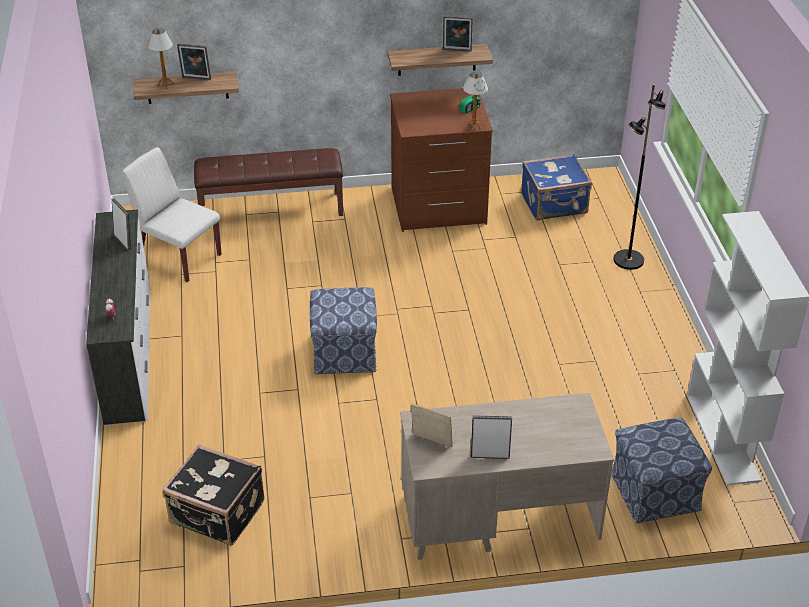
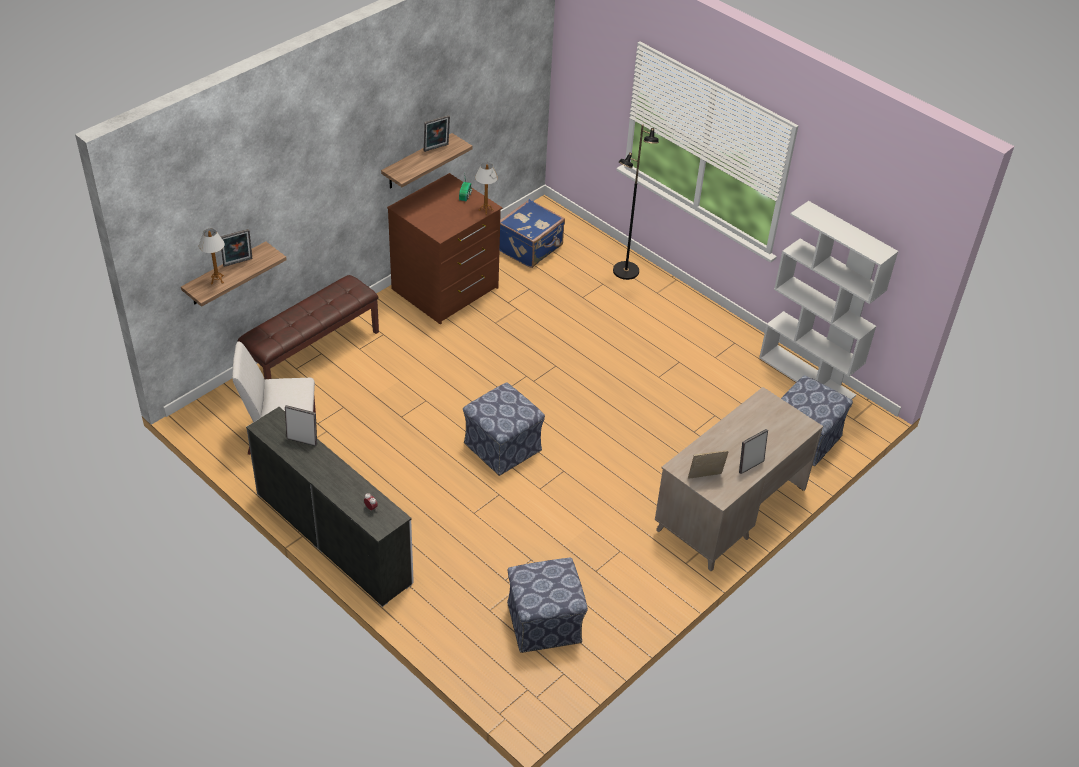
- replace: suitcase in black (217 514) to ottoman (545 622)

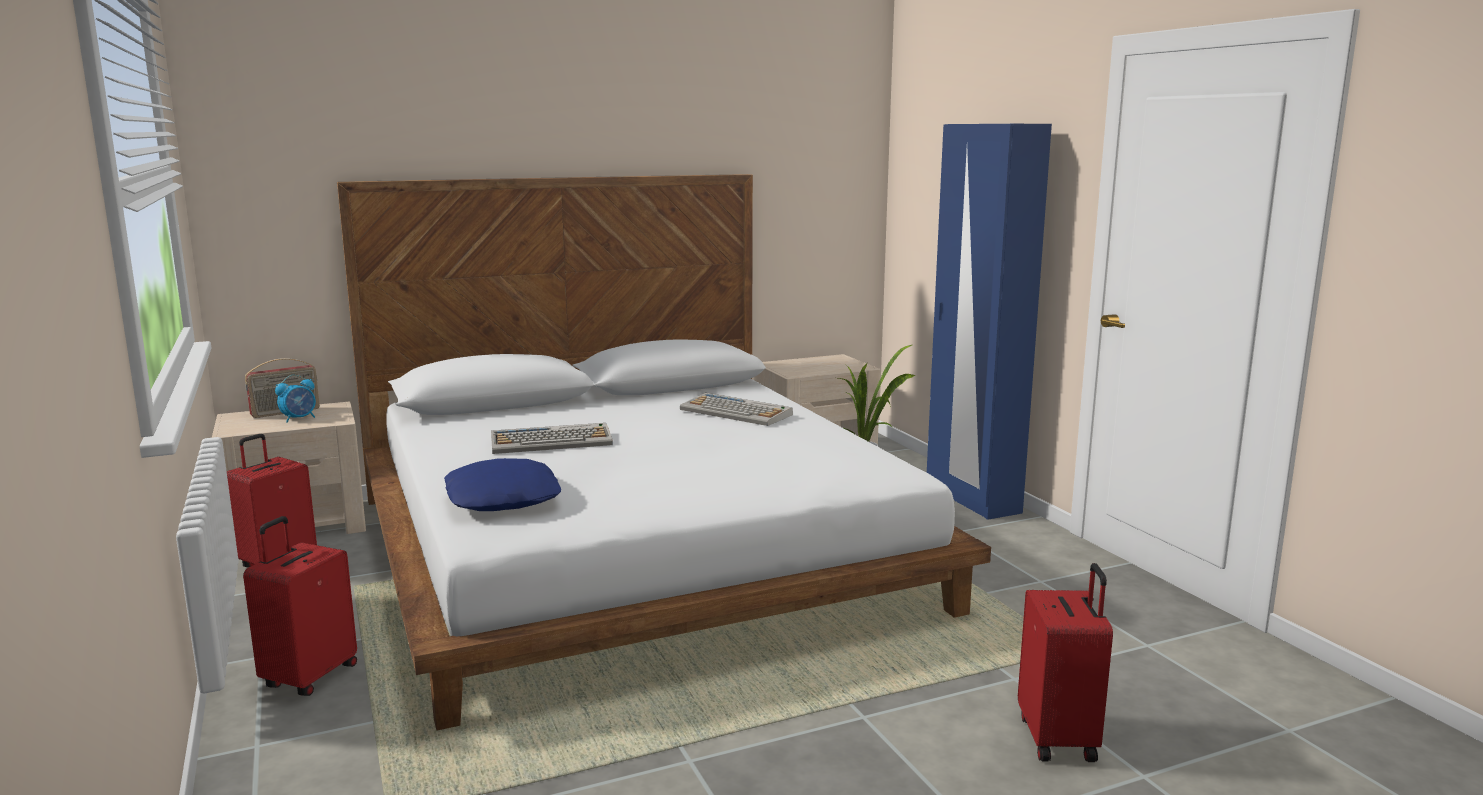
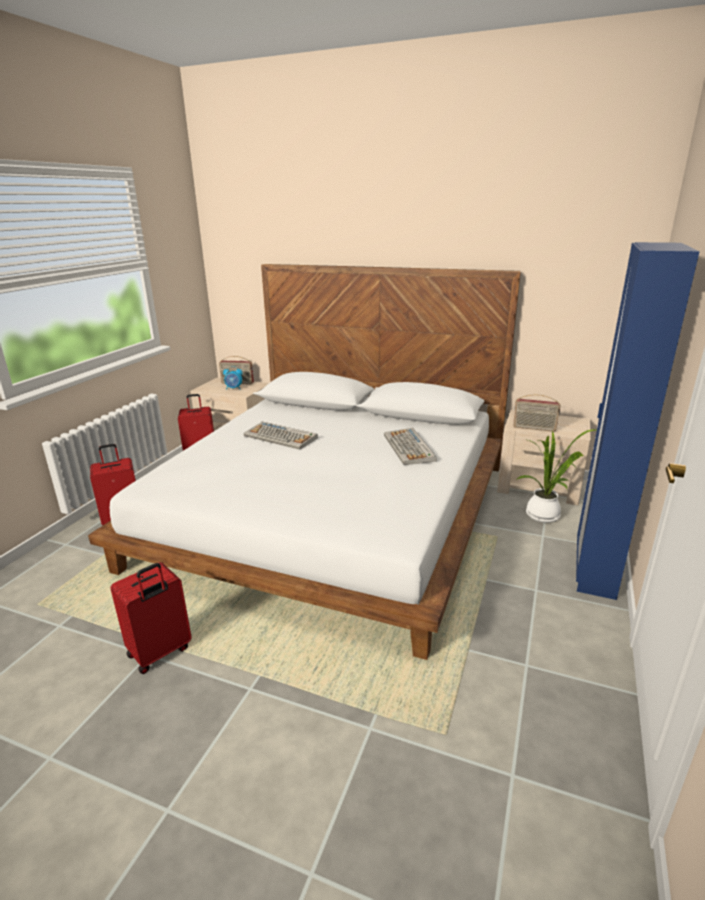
- delete: pillow in blue (504 498)
- move: suitcase in red (1059 738) to (160 652)
- insert: radio (534 428)

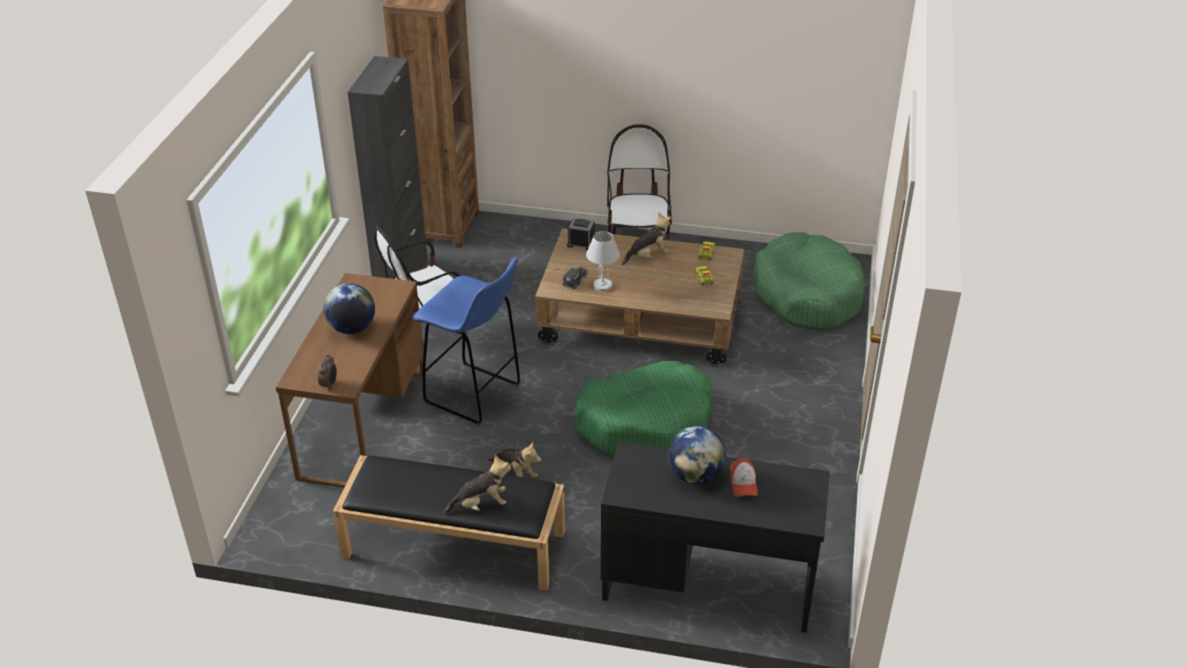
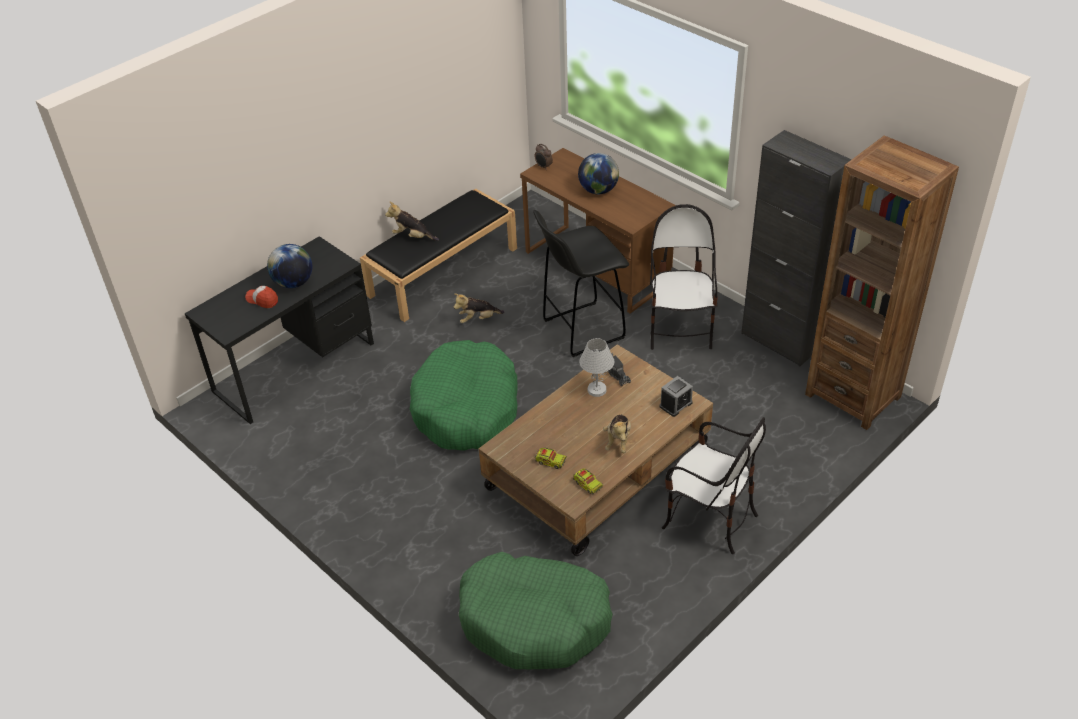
- recolor: stool in blue (475 395) to stool in black (581 330)
- rotate: plush toy (481 505) = (412 237) 90 degrees clockwise

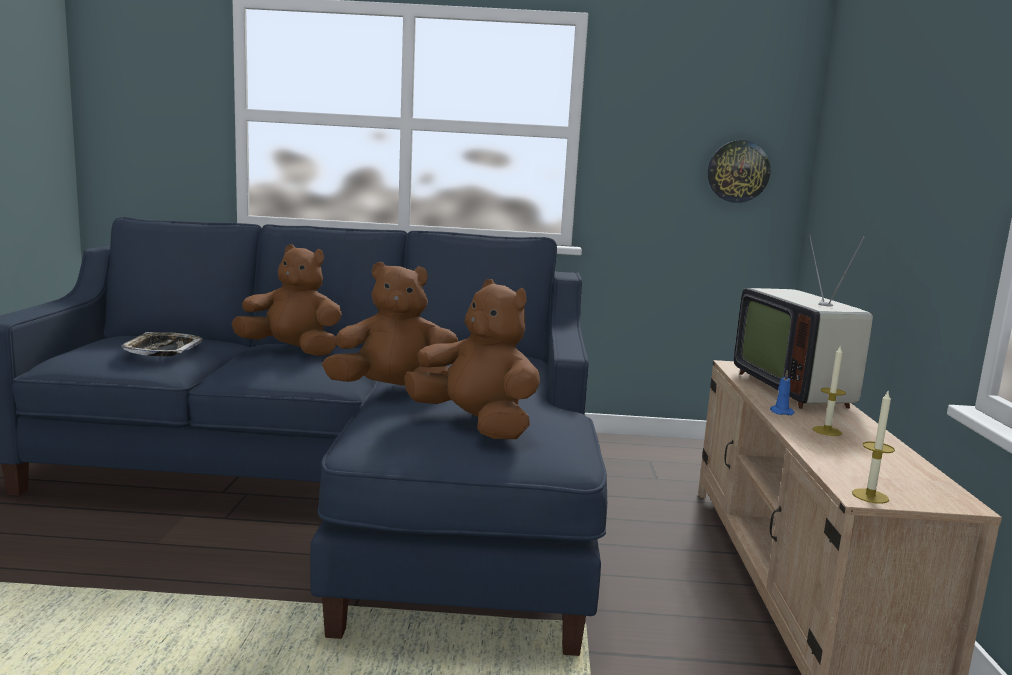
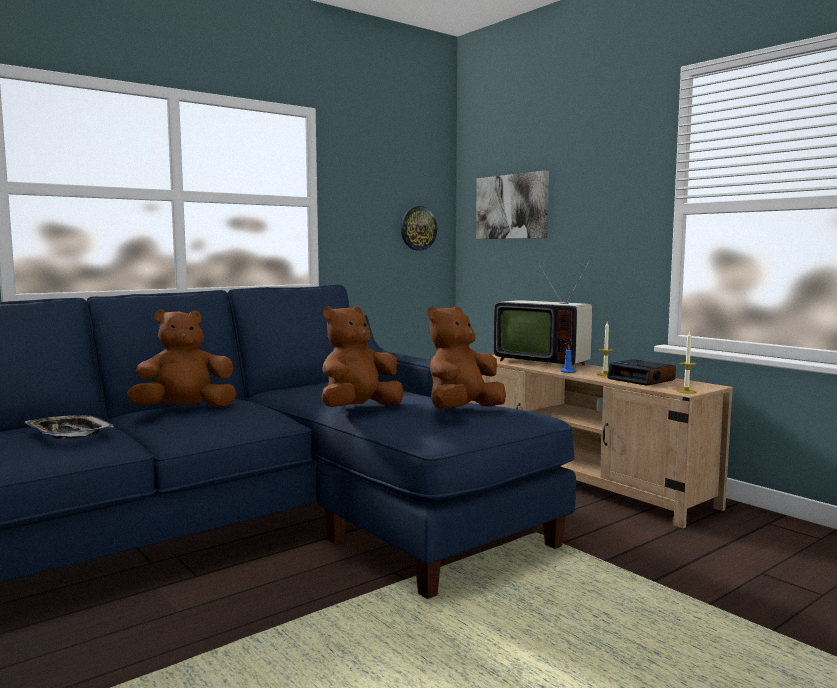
- rotate: plush toy in brown (476 425) = (462 411) 45 degrees counterclockwise
- insert: picture (512 206)
- insert: alarm clock (642 379)

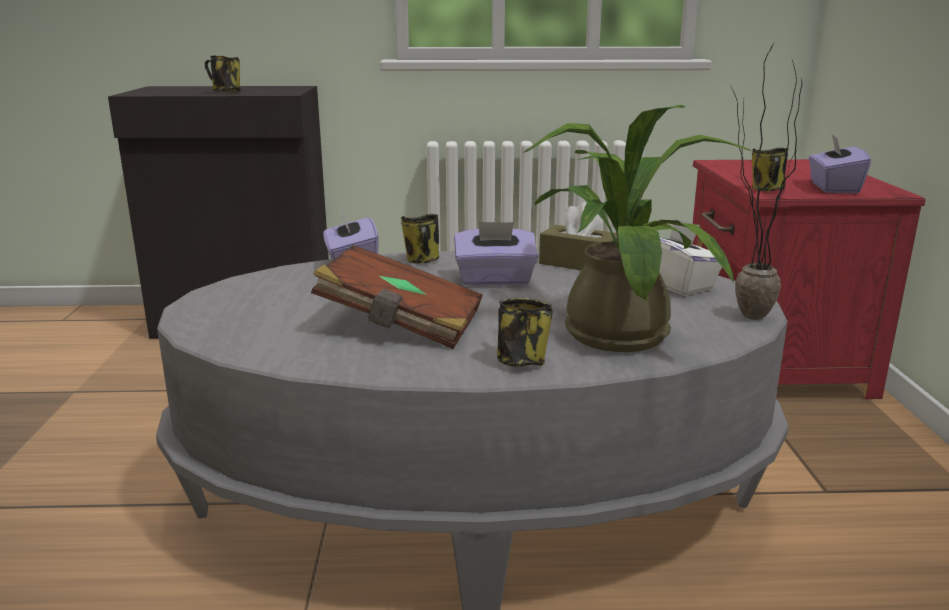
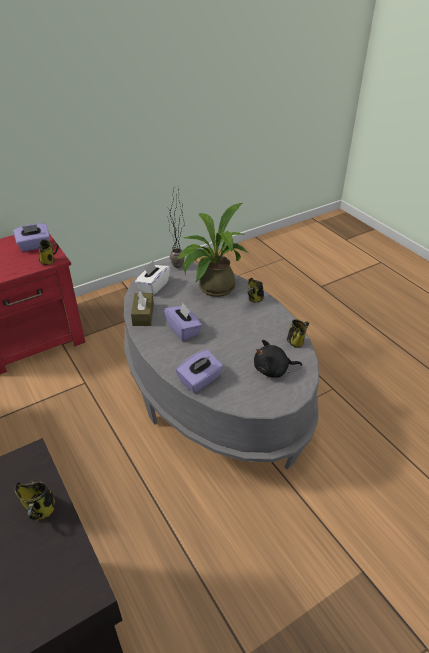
- move: mug (423 261) to (296 342)
- delete: book in brown (400 325)
- insert: plush toy in black (273 370)

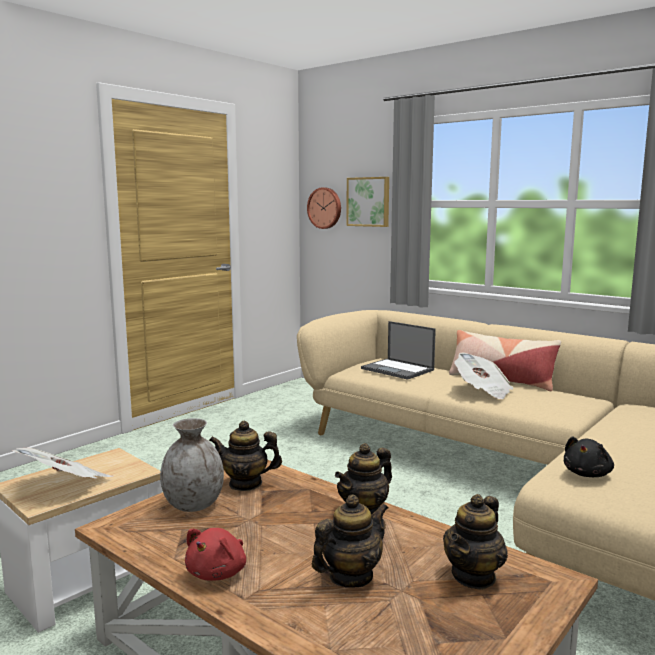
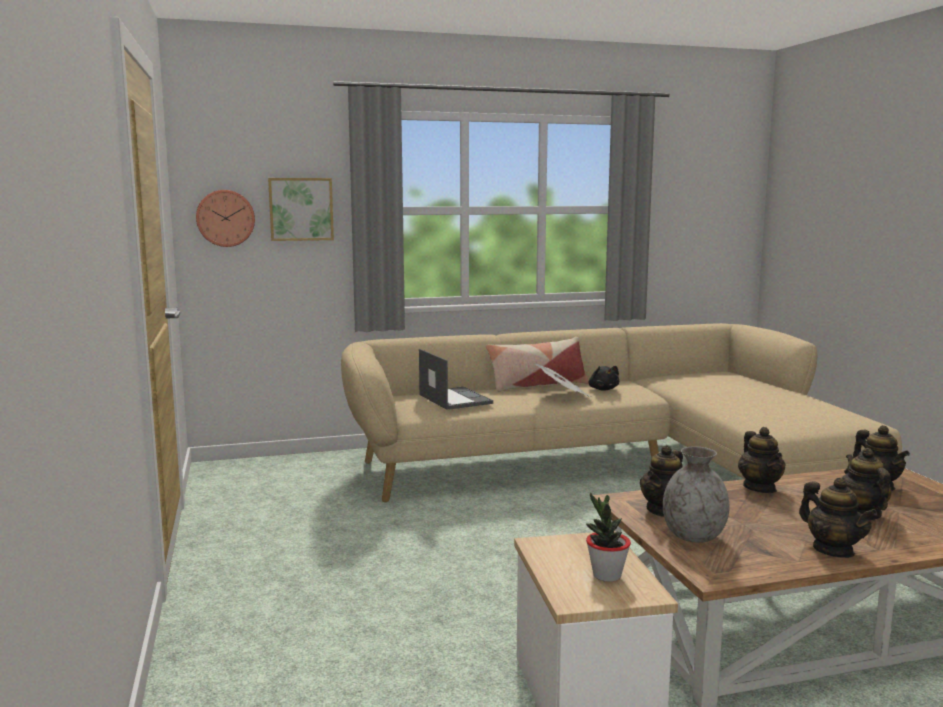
- rotate: laptop (398 369) = (454 399) 105 degrees counterclockwise
- move: plush toy in black (587 474) to (603 389)
- replace: newspaper (66 485) to potted plant (606 575)
- replace: plush toy in red (218 572) to teapot (833 550)

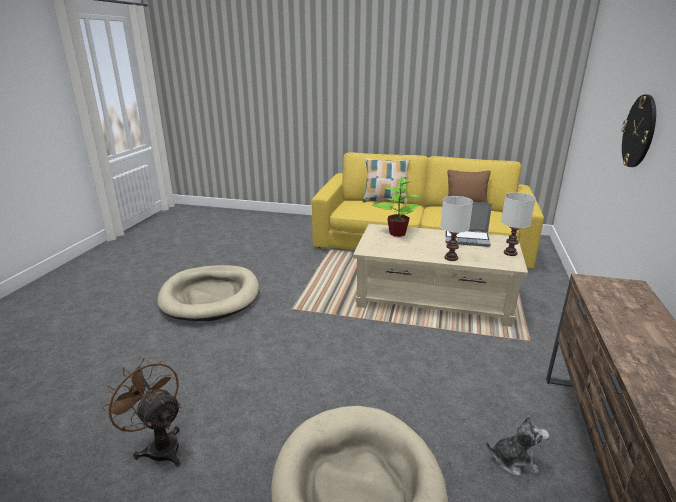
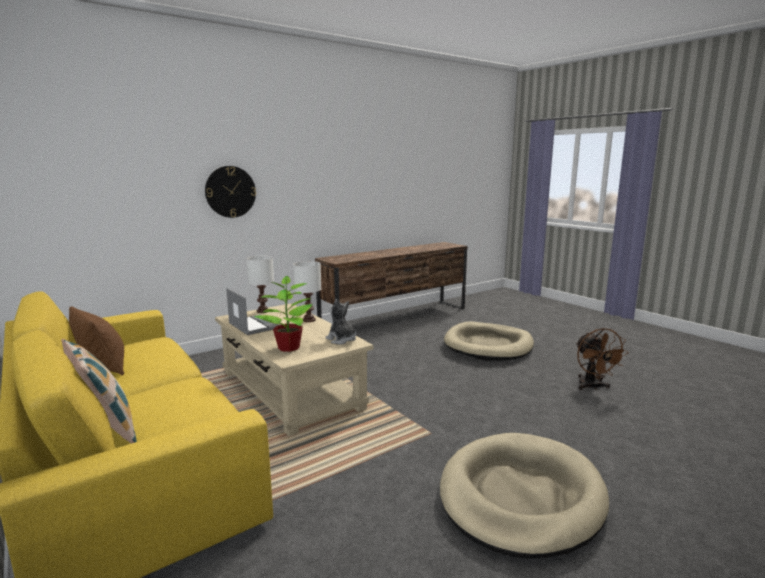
- move: plush toy (513 460) to (341 340)

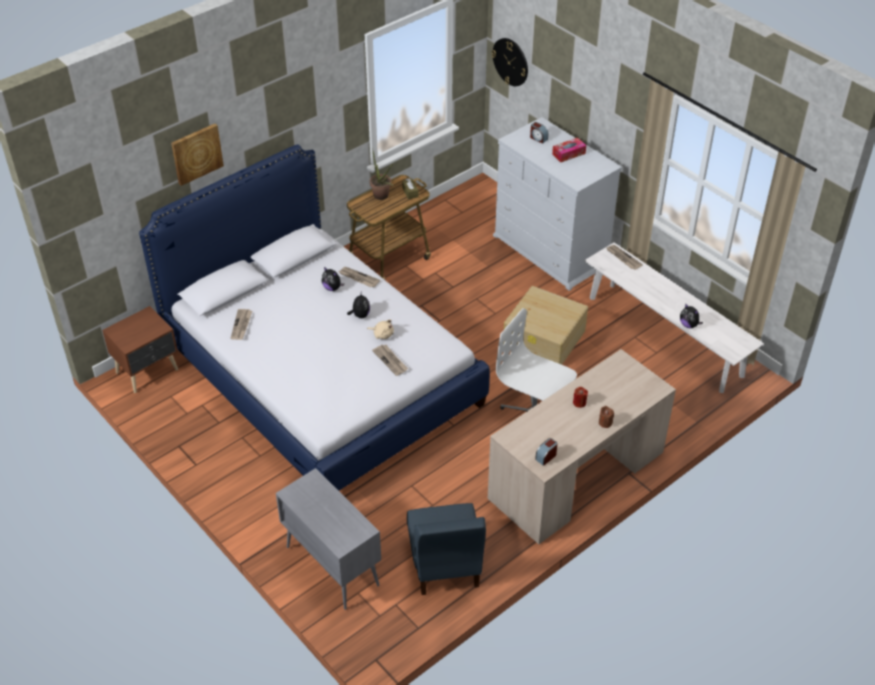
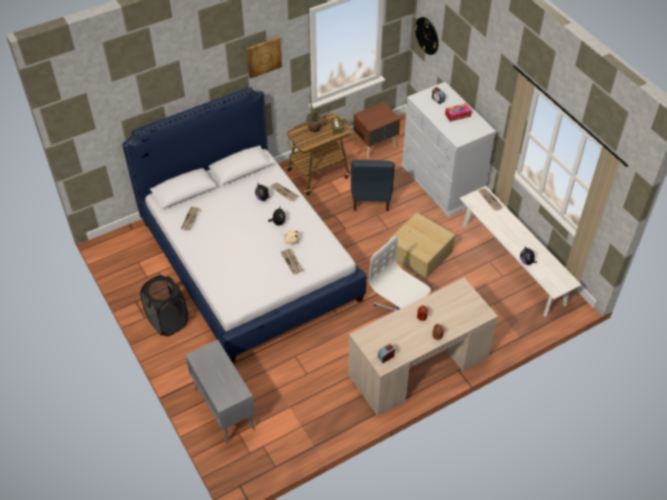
- move: picture (196 153) to (263 56)
- move: nightstand in brown (148 371) to (376 146)
- move: chair in blue (445 564) to (371 196)
- insert: laundry basket in black (168 321)

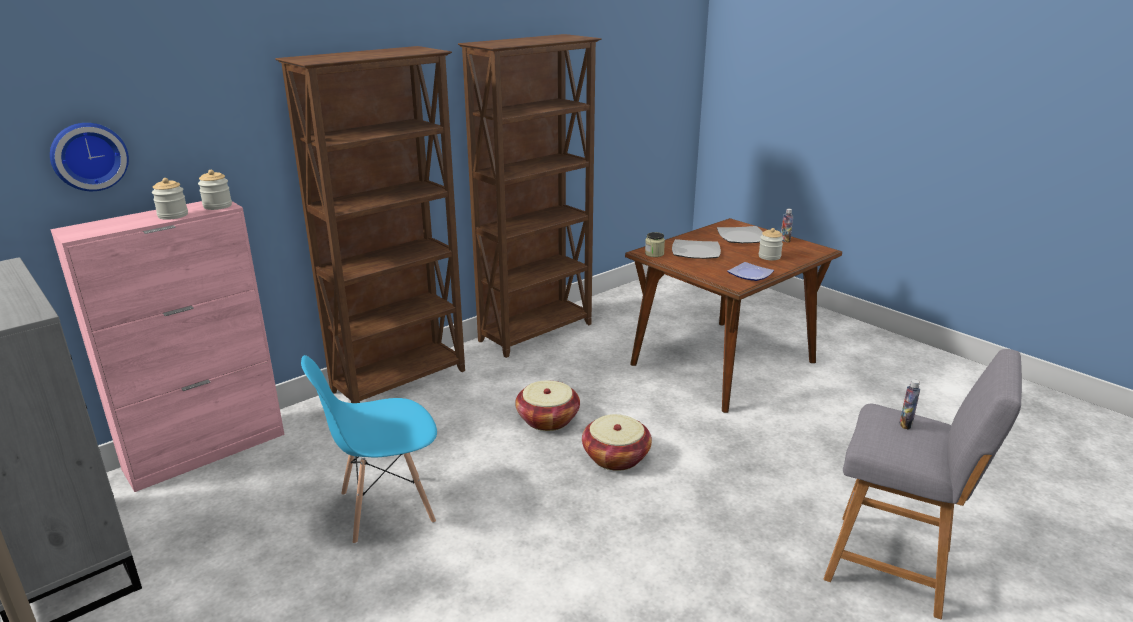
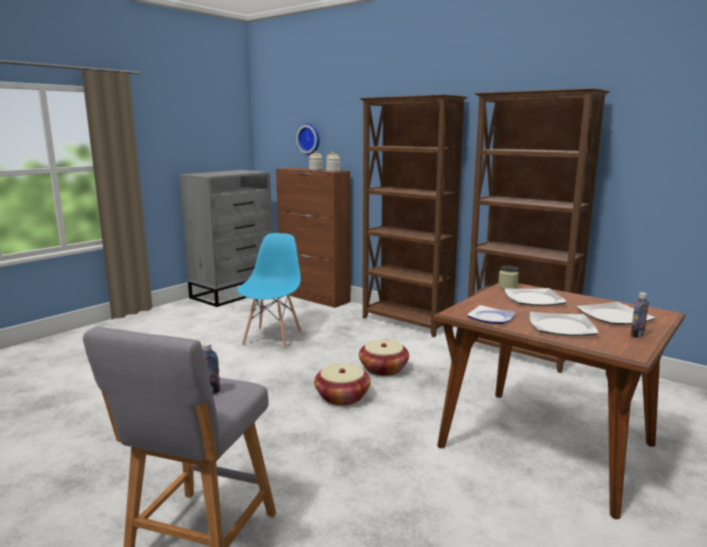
- recolor: cabinet in pink (207 451) to cabinet in brown (314 297)
- replace: jar (769 256) to plate (561 327)
- rotate: chair in blue (386 508) = (273 338) 45 degrees clockwise

